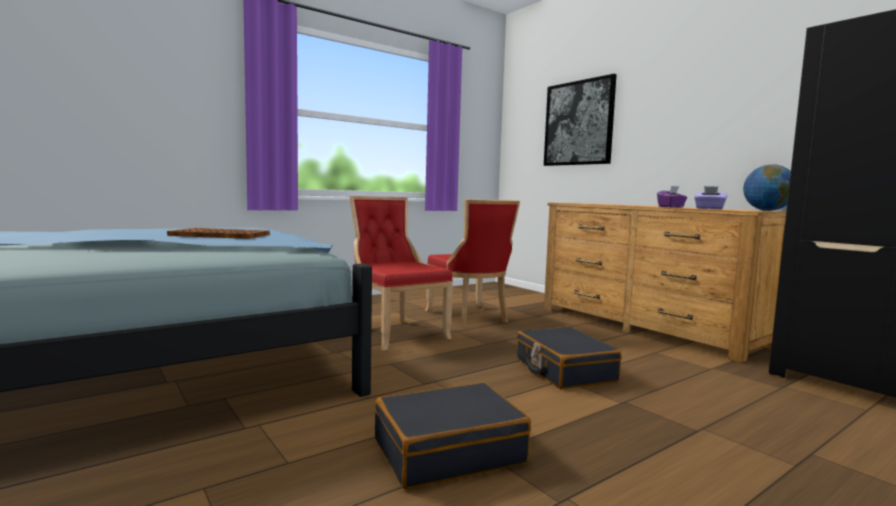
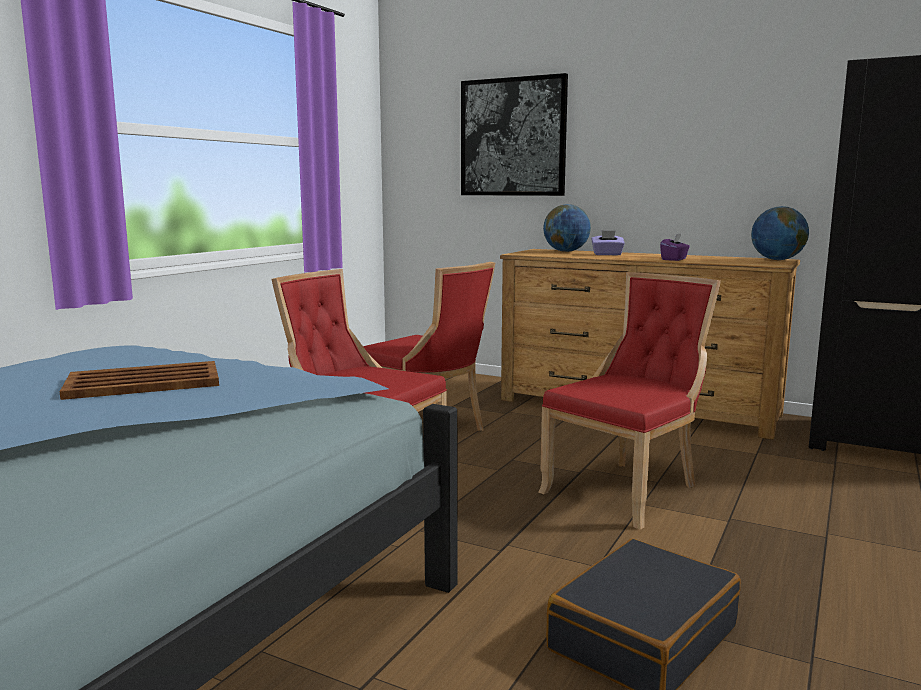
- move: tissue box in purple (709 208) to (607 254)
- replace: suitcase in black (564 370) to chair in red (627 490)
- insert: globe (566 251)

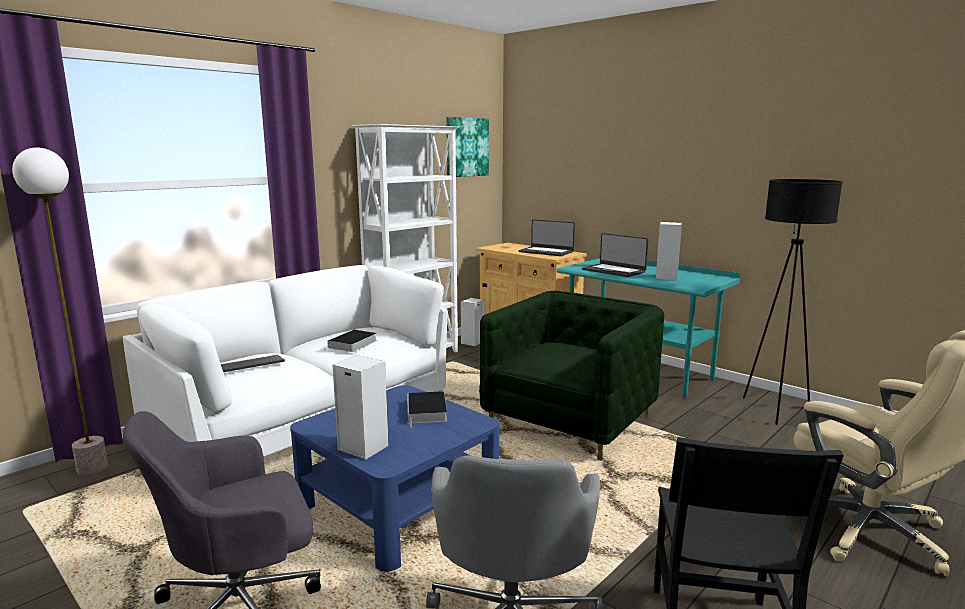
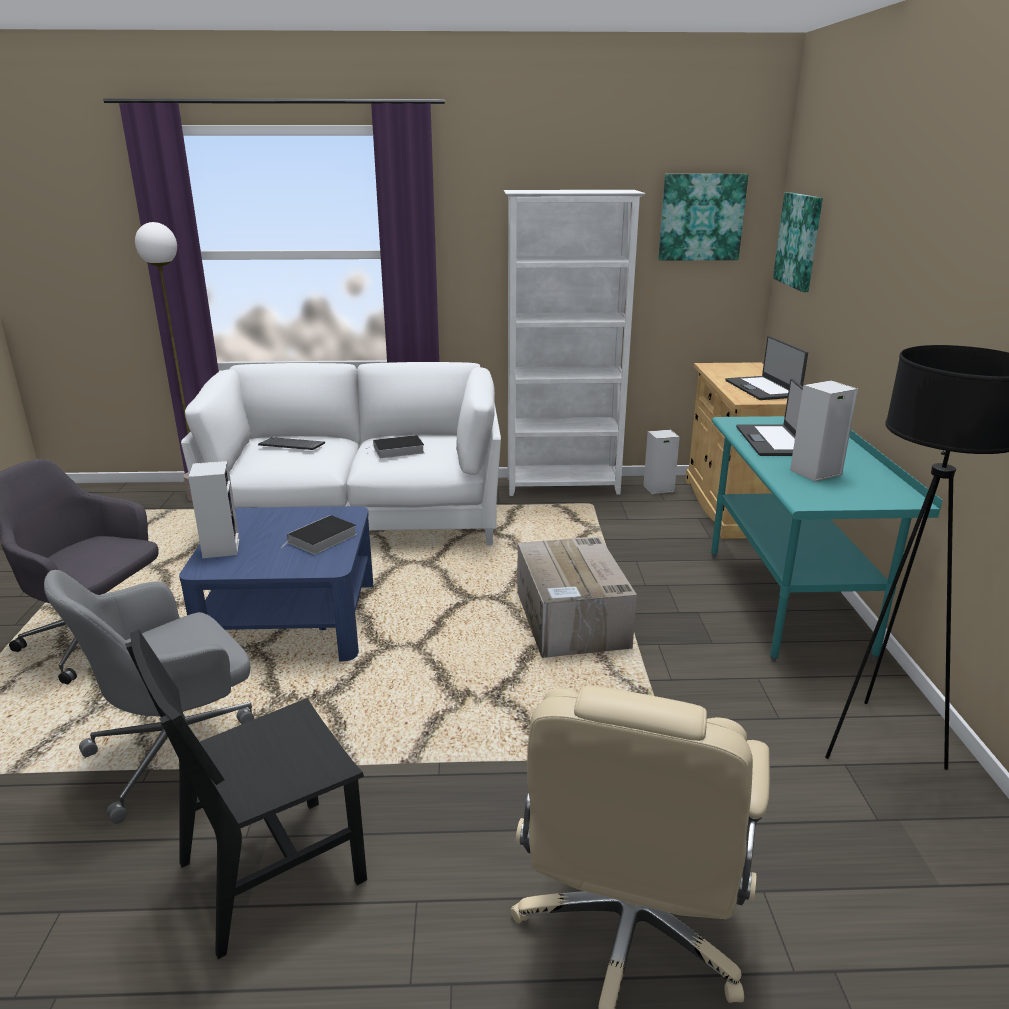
- replace: armchair in green (570 421) to cardboard box (572 621)
- insert: picture (799 240)

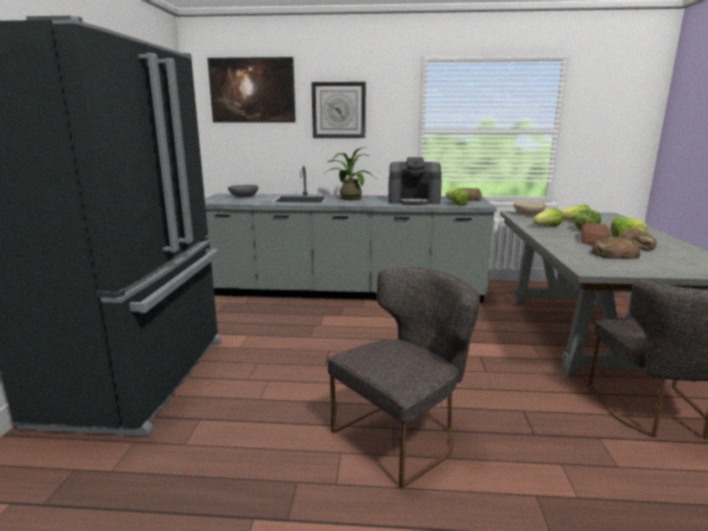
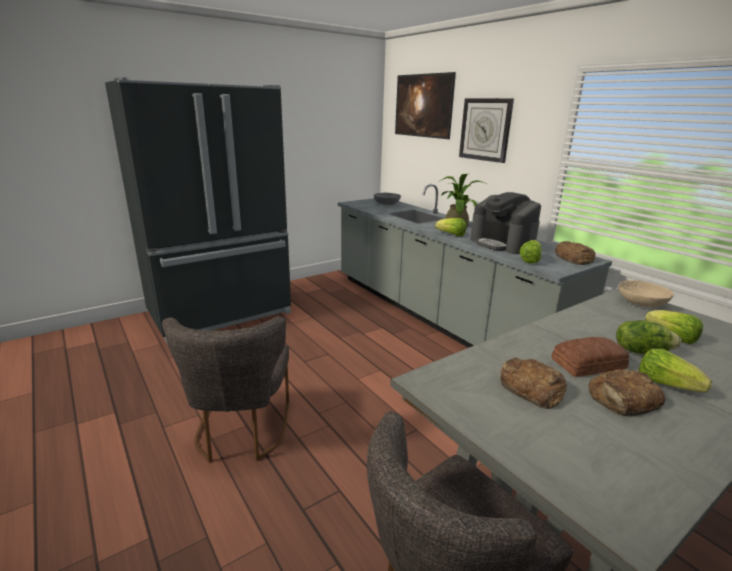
- move: lettuce (547 226) to (451 235)
- rotate: chair in grey (404 435) = (241 434) 75 degrees clockwise

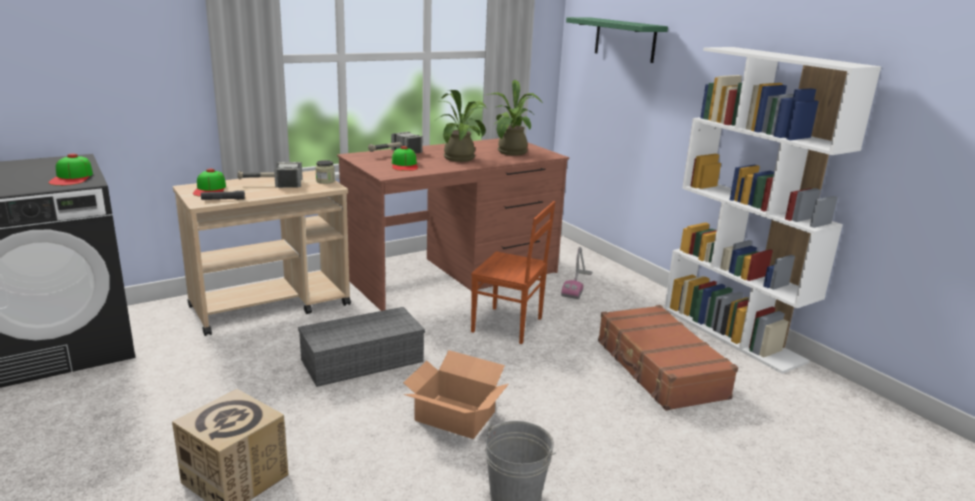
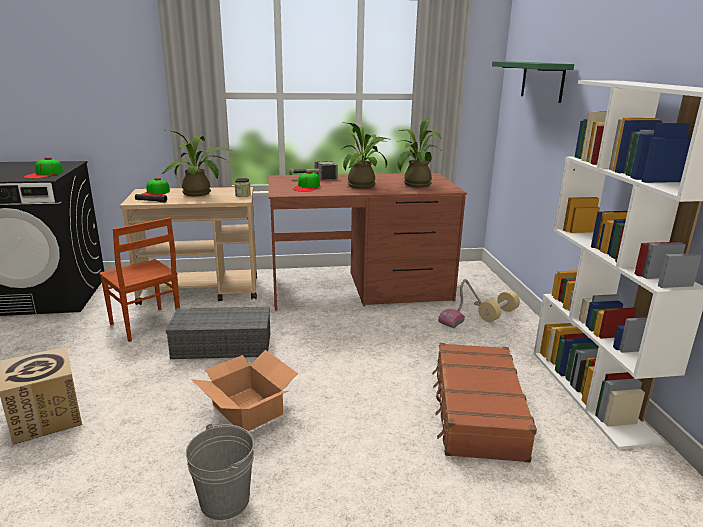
- replace: hammer (270 184) to potted plant (200 193)
- move: chair in brown (508 326) to (145 325)
- insert: dumbbell in beige (498 315)

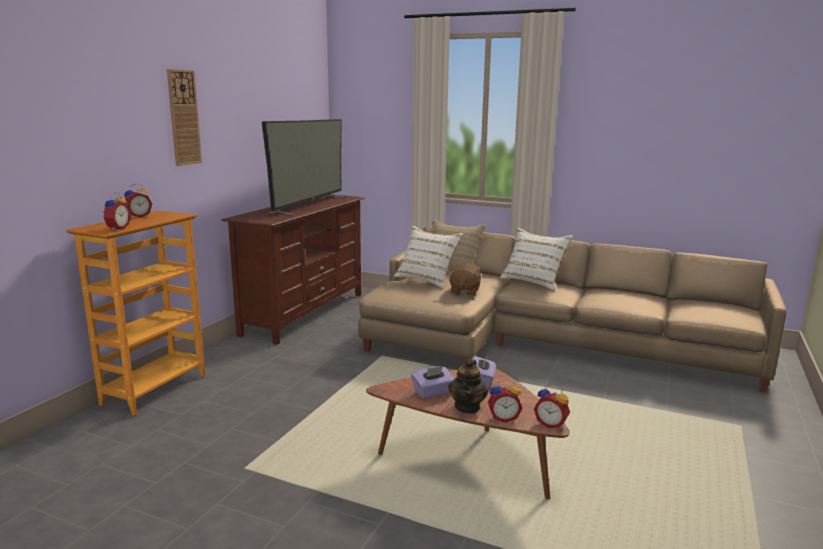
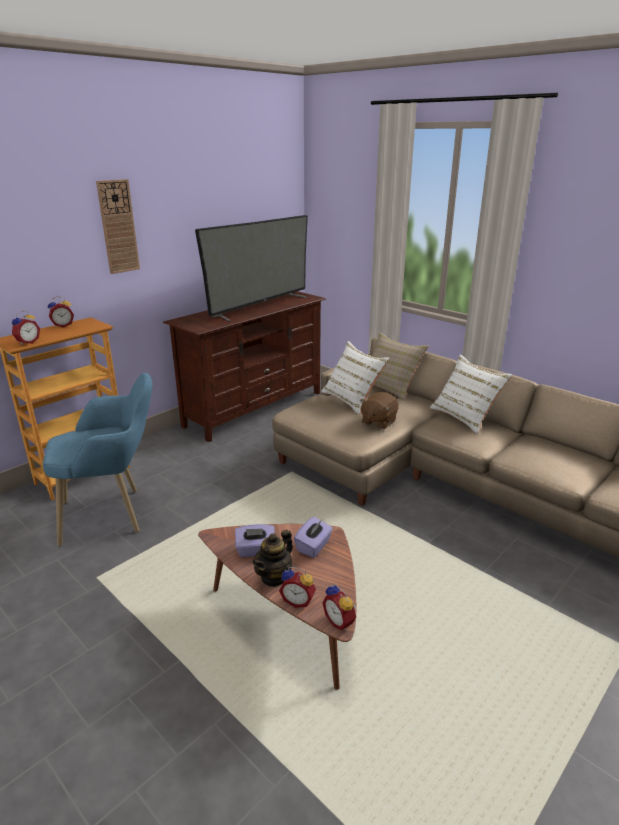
- insert: armchair in blue (114 514)

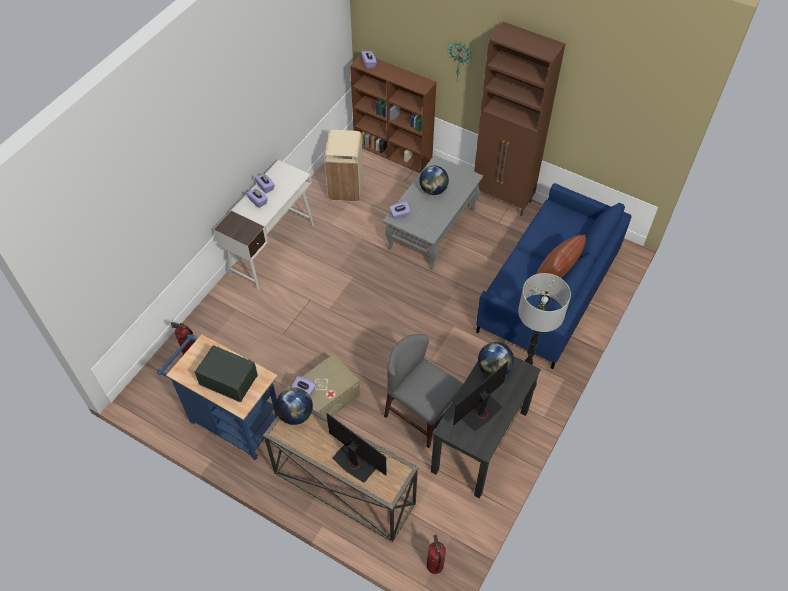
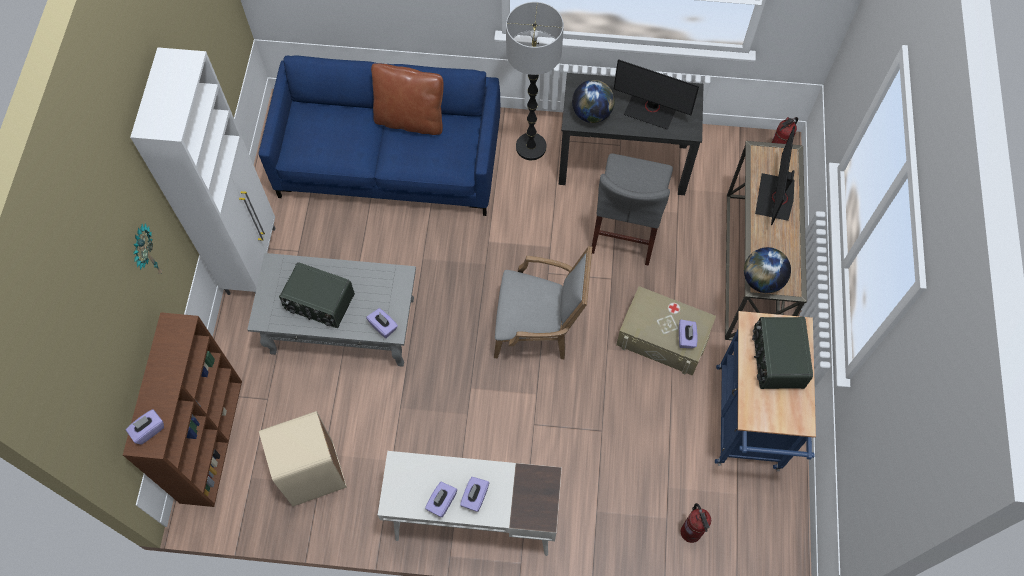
- recolor: cabinet in brown (503 199) to cabinet in white (252 259)
- replace: globe (433 190) to radio (319 303)
- insert: armchair in grey (538 330)

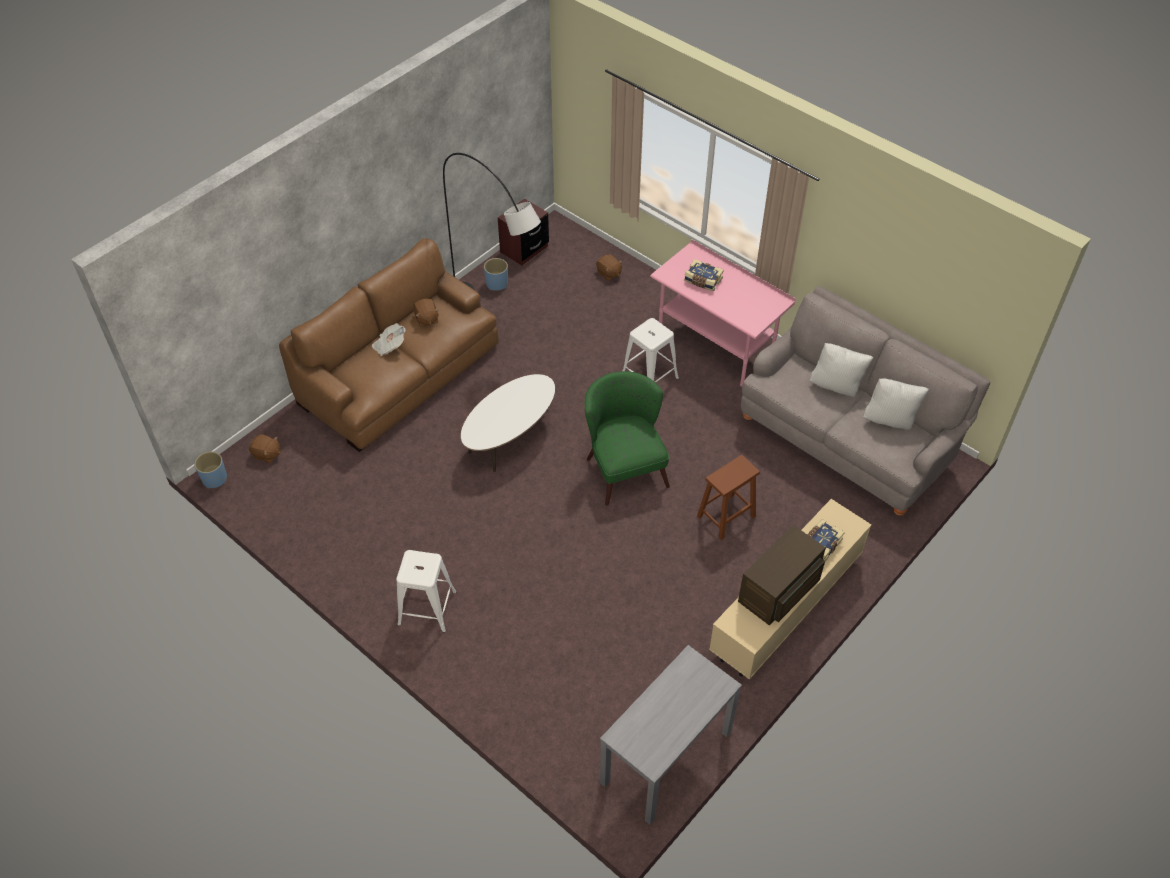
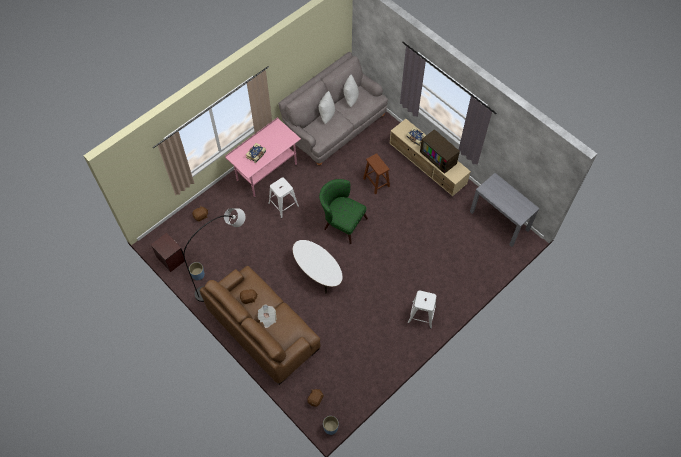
- rotate: armchair in green (624 466) = (341 222) 45 degrees clockwise

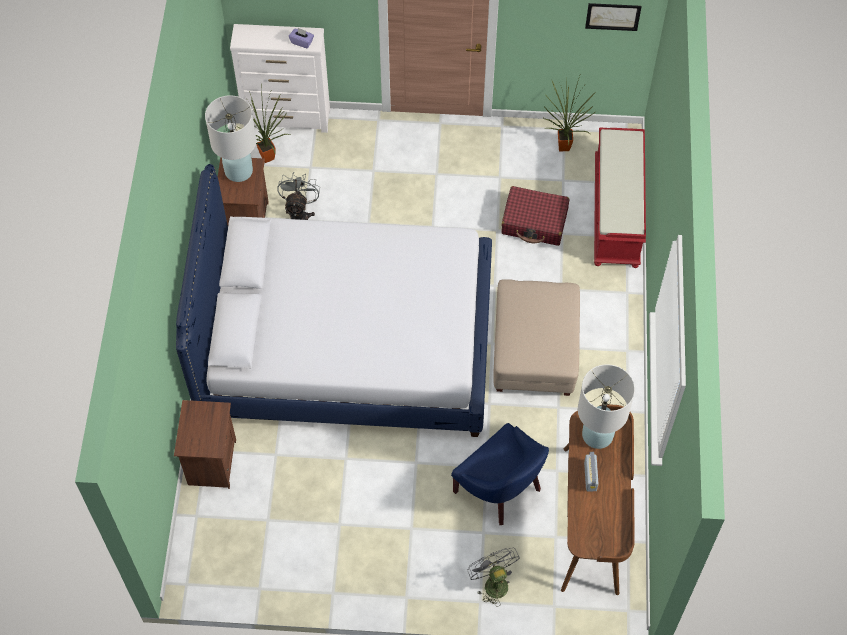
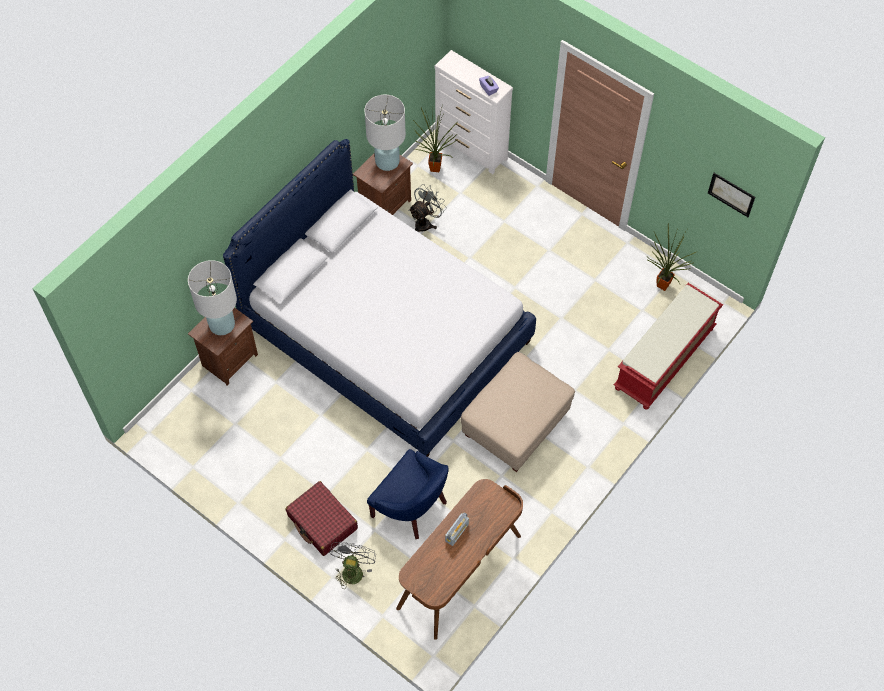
- move: suitcase in red (534 222) to (322 522)
- move: table lamp in white (597 435) to (221 324)
- rotate: armchair in blue (501 488) = (412 507) 45 degrees counterclockwise

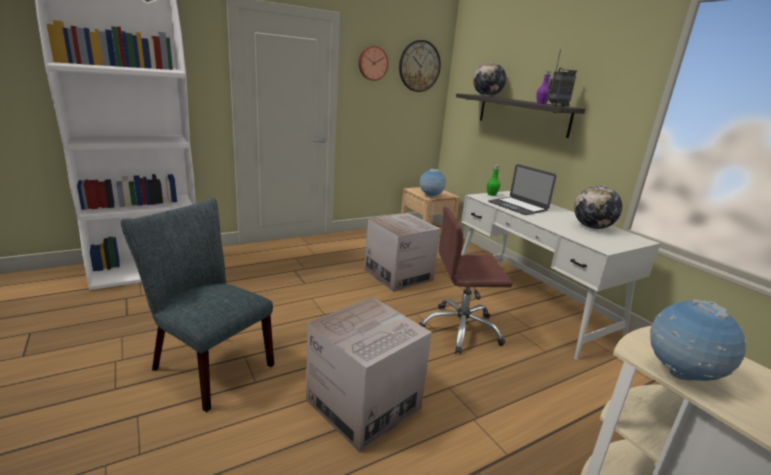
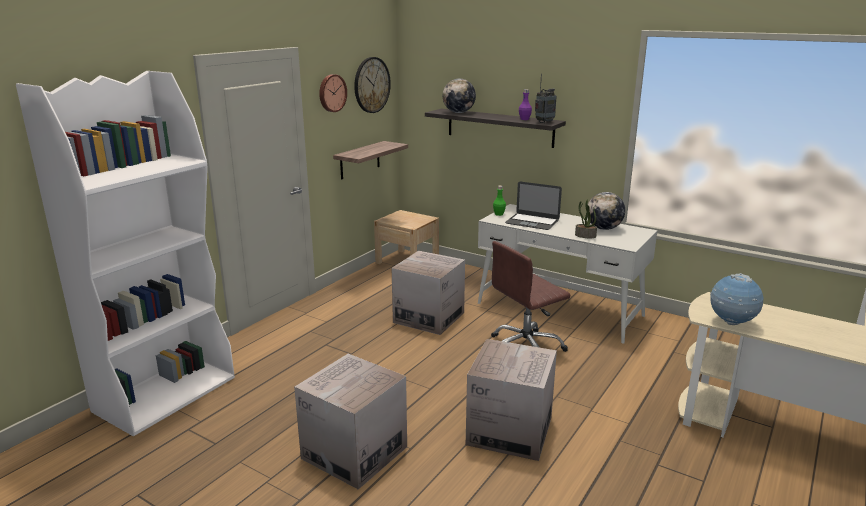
- delete: globe (431 196)
- replace: chair in grey (207 365) to cardboard box (354 452)
- insert: shelf (360 160)
- insert: potted plant (585 236)

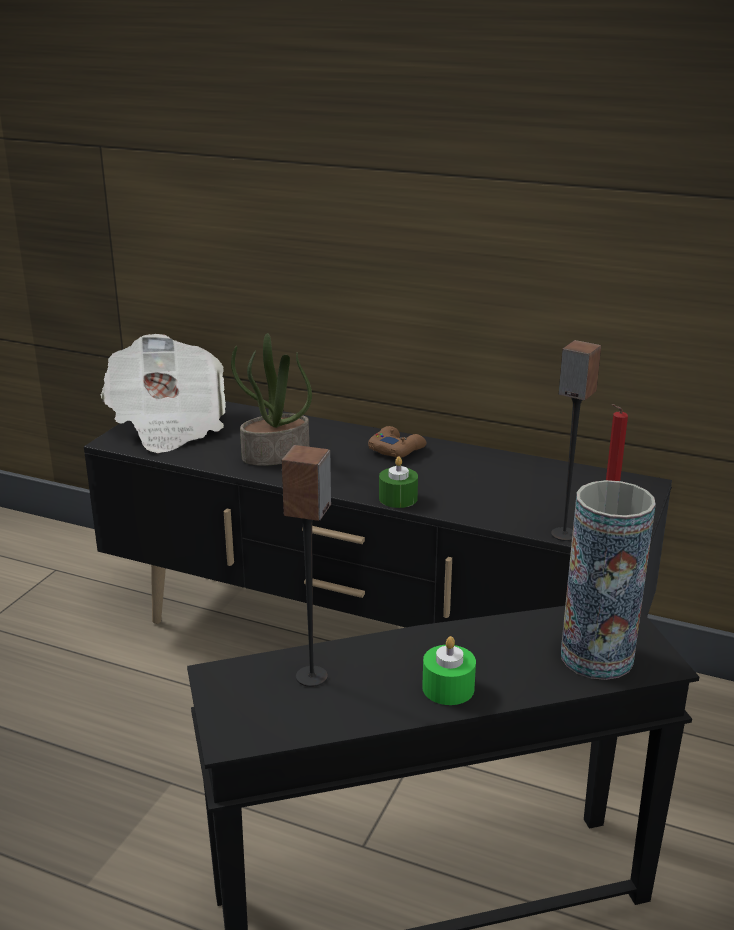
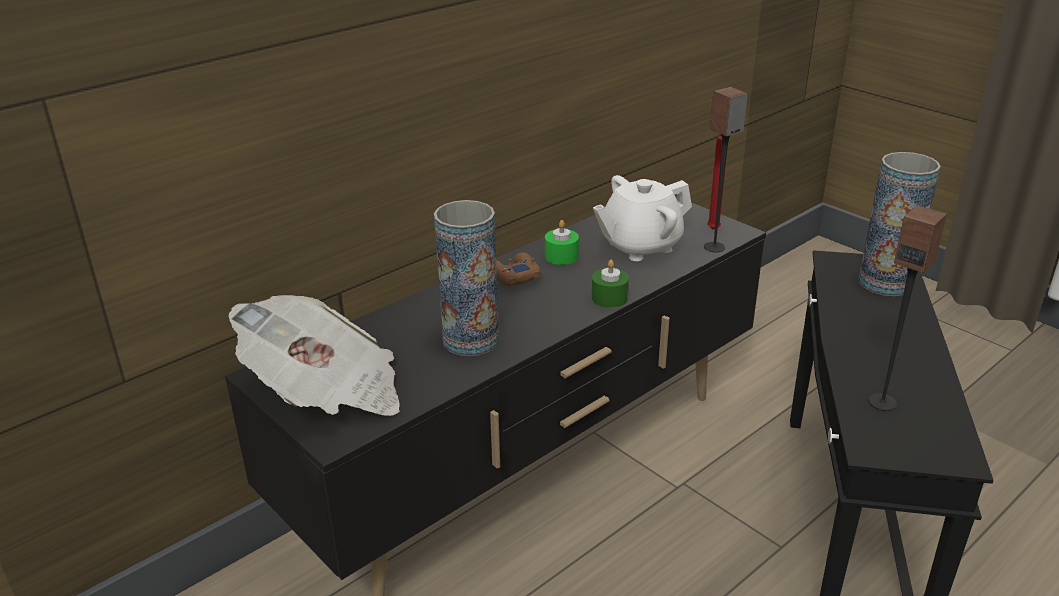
- replace: potted plant (275 455) to vase (470 340)
- move: candle in green (448 688) to (561 256)
- insert: teapot in white (640 246)

